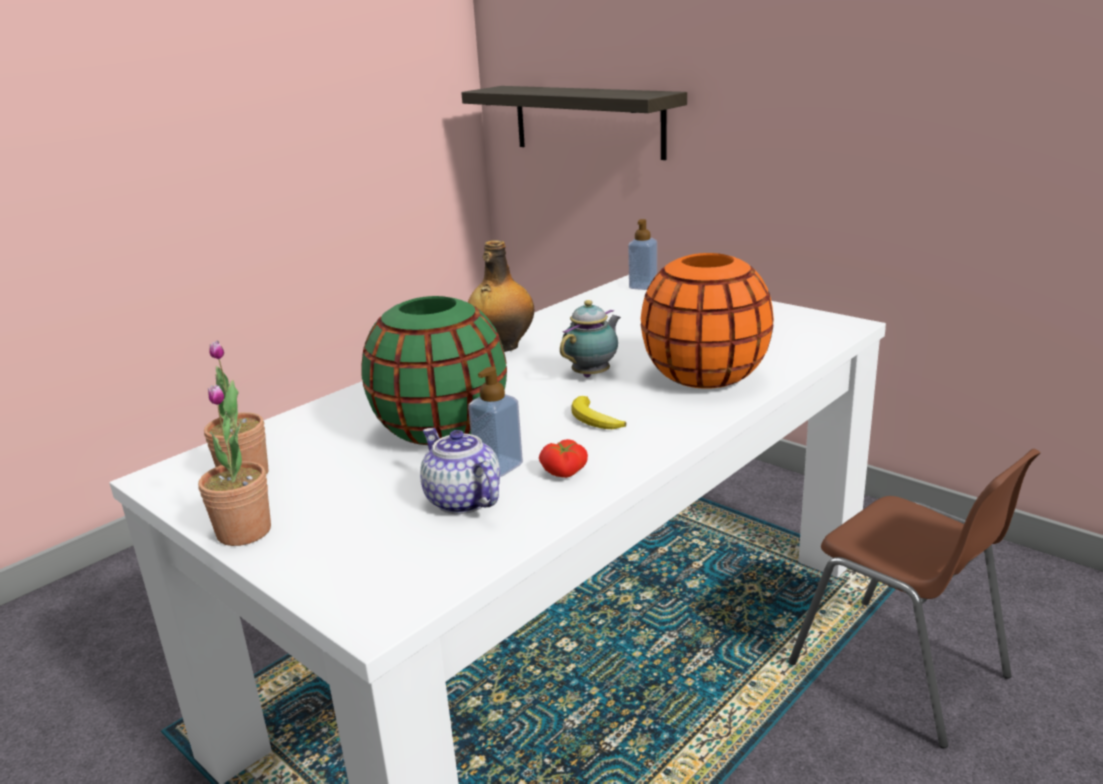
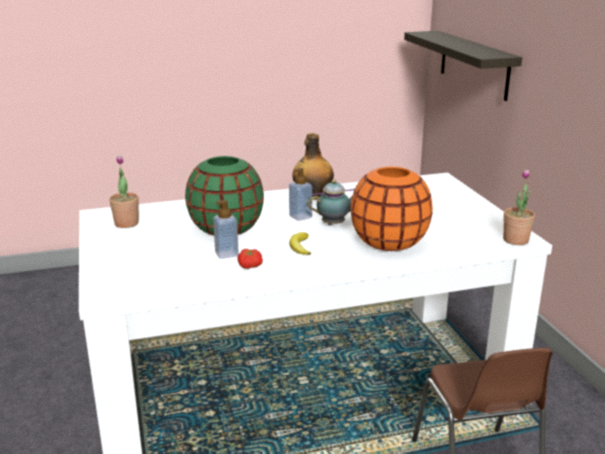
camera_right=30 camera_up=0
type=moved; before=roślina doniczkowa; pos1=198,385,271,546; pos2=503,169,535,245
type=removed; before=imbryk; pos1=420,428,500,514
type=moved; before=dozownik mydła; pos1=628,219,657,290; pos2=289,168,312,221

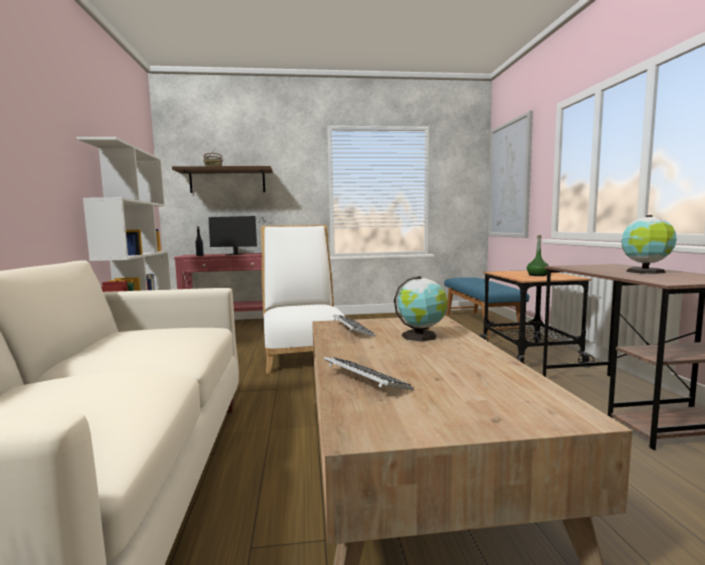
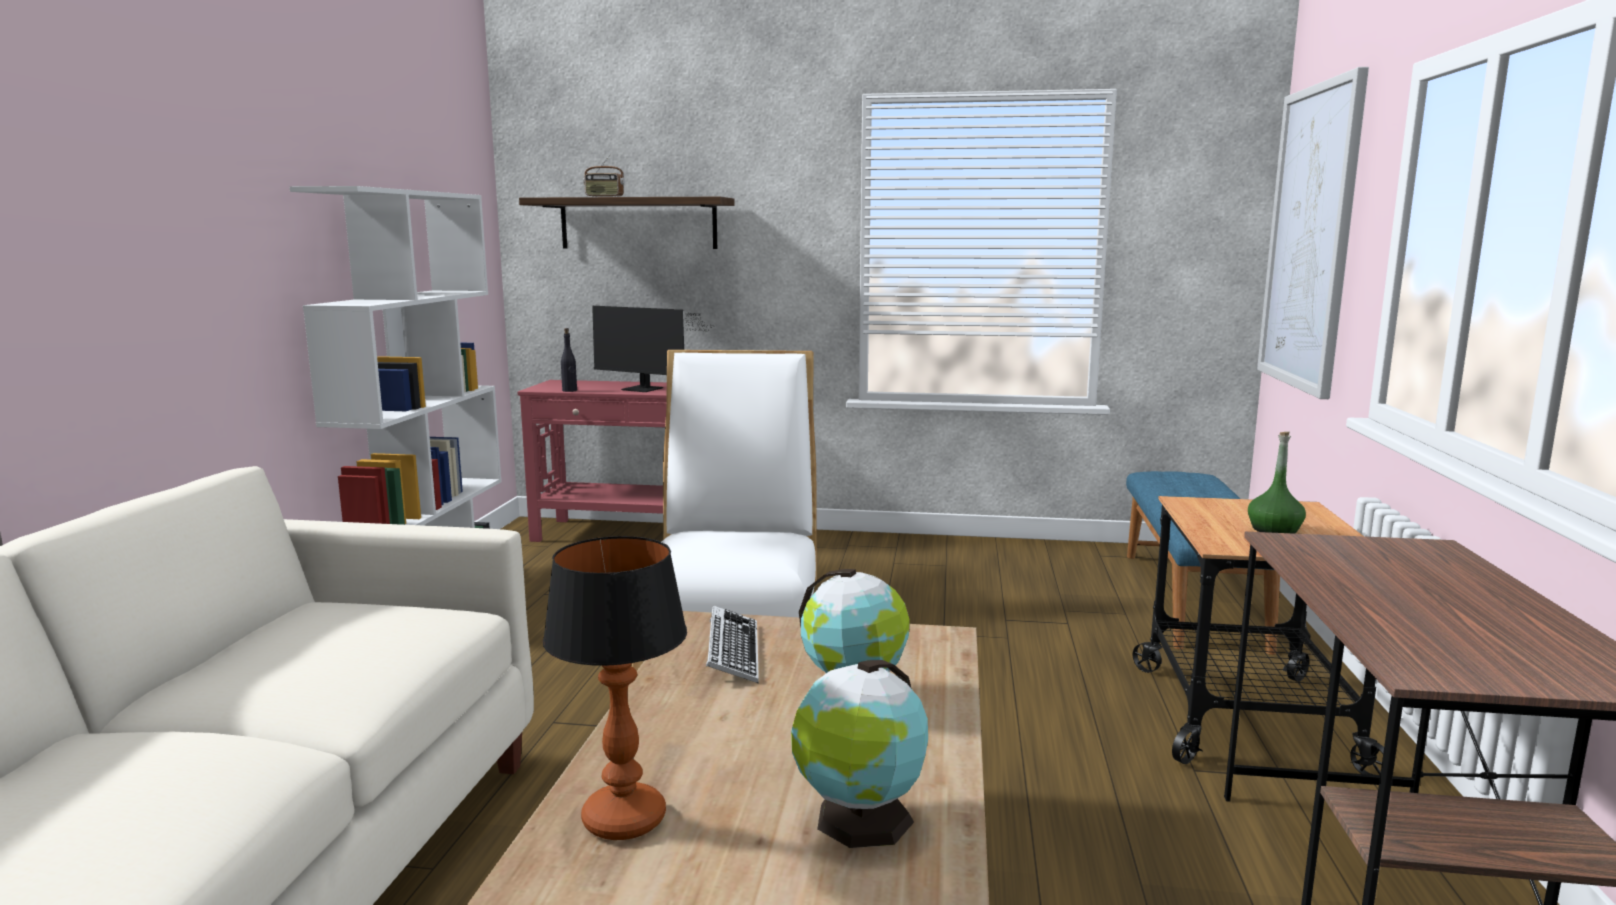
camera_right=15 camera_up=5
type=replaced; before=klawiatura; after=lampa stołowa; pos1=324,357,414,391; pos2=543,536,687,840
type=moved; before=globus; pos1=621,215,677,274; pos2=791,660,928,848

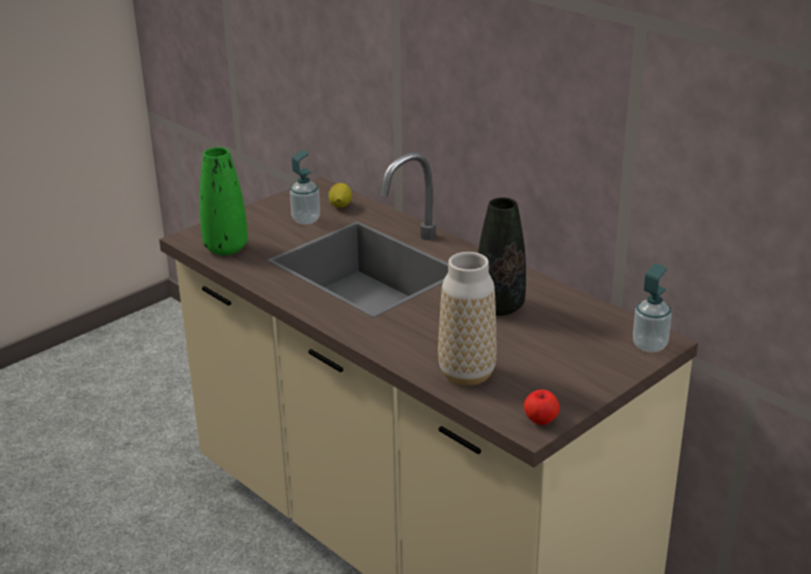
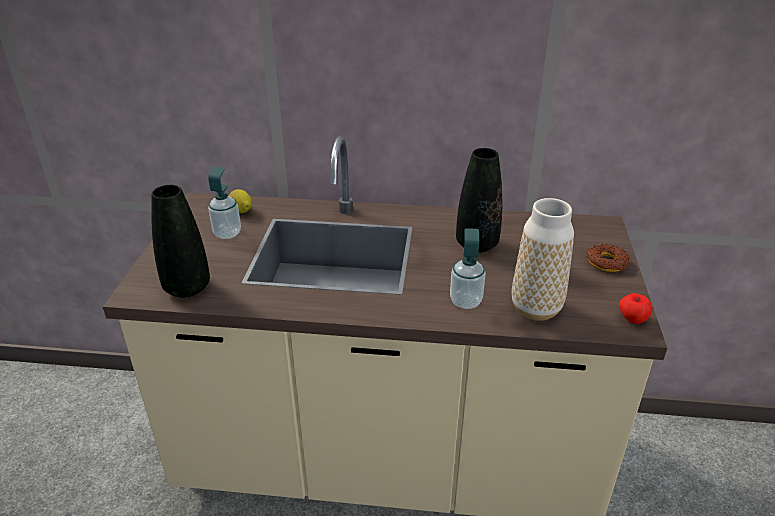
camera_right=-40 camera_up=5
type=recoloured; before=wazon (zielony); after=wazon (czarny); pos1=200,147,248,255; pos2=151,185,210,298
type=moved; before=dozownik mydła; pos1=633,264,672,353; pos2=450,228,486,309
type=added; after=donut; pos2=586,244,630,272

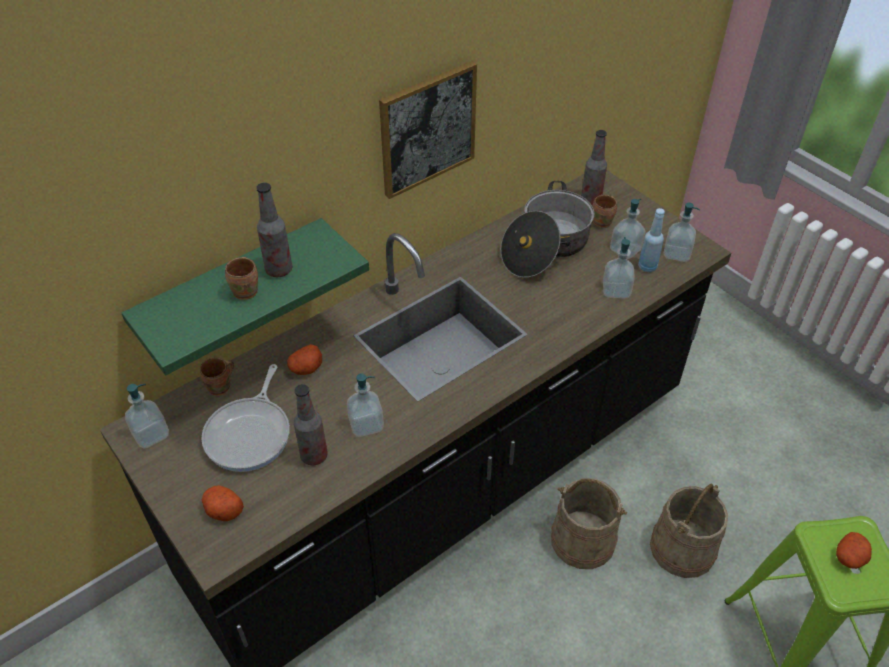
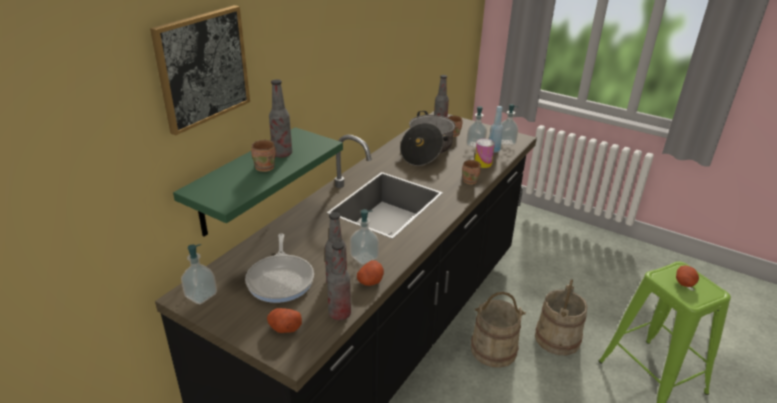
camera_right=-20 camera_up=-15
type=moved; before=kubek (brązowy); pos1=200,357,234,396; pos2=462,160,481,185
type=moved; before=ziemniak; pos1=287,344,322,375; pos2=357,260,384,286
type=moved; before=obraz; pos1=379,61,477,199; pos2=150,5,250,135
type=replaced; before=dozownik mydła; after=puszka; pos1=603,237,635,299; pos2=475,139,495,168
type=added; after=butelka; pos2=327,242,351,320

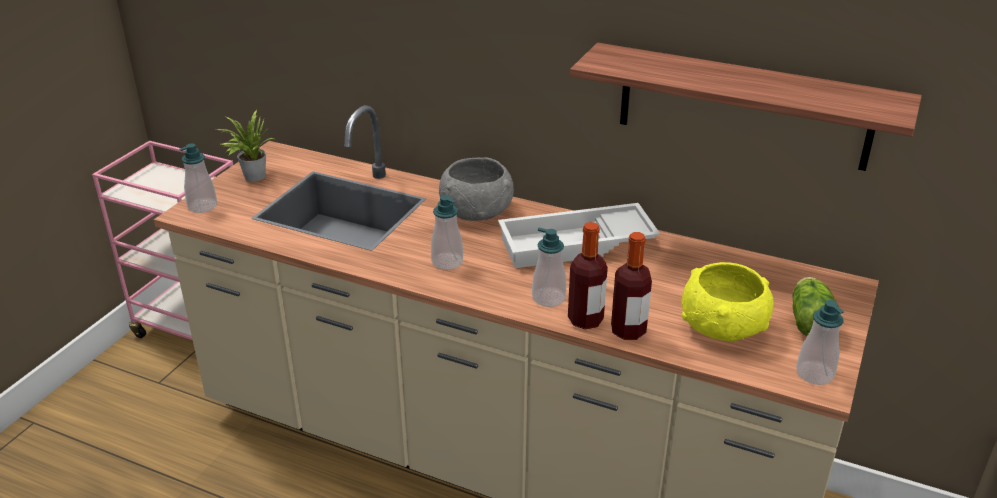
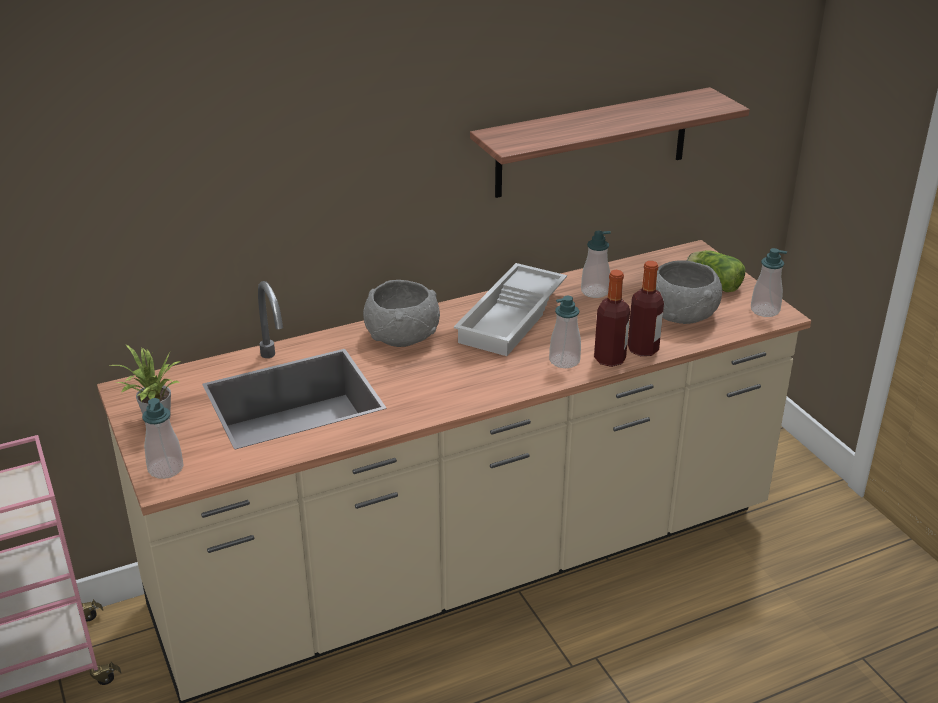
camera_right=-50 camera_up=0
type=moved; before=dozownik mydła; pos1=431,195,463,270; pos2=581,231,611,298
type=recoloured; before=miska (żółty); after=miska (szary); pos1=681,262,774,341; pos2=656,260,722,324

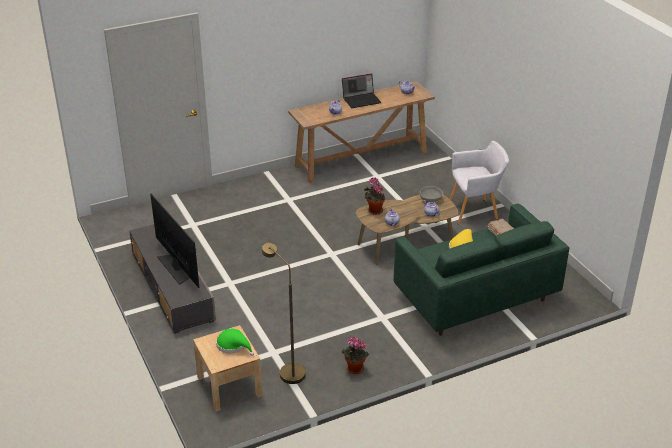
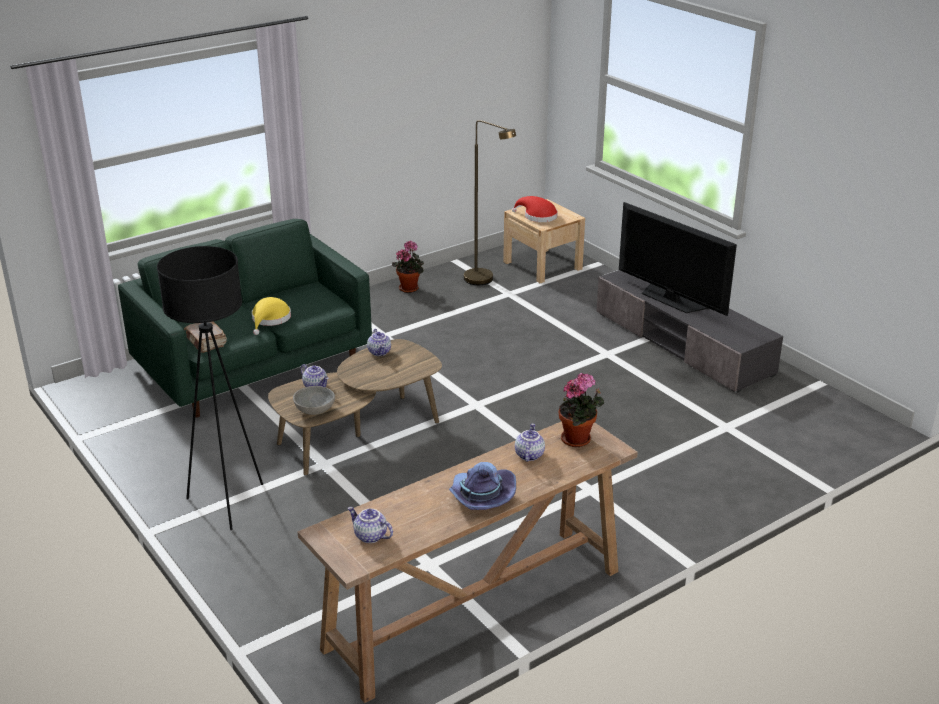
camera_right=170 camera_up=-5
type=recoloured; before=kapelusz (zielony); after=kapelusz (czerwony); pos1=216,329,254,356; pos2=512,196,558,222
type=replaced; before=laptop; after=kapelusz (fioletowy); pos1=342,73,381,108; pos2=449,462,516,510
type=moved; before=roślina doniczkowa; pos1=364,178,385,215; pos2=559,373,604,447
type=replaced; before=fotel (szary); after=lampa stojąca (czarny); pos1=450,141,509,225; pos2=157,246,263,530

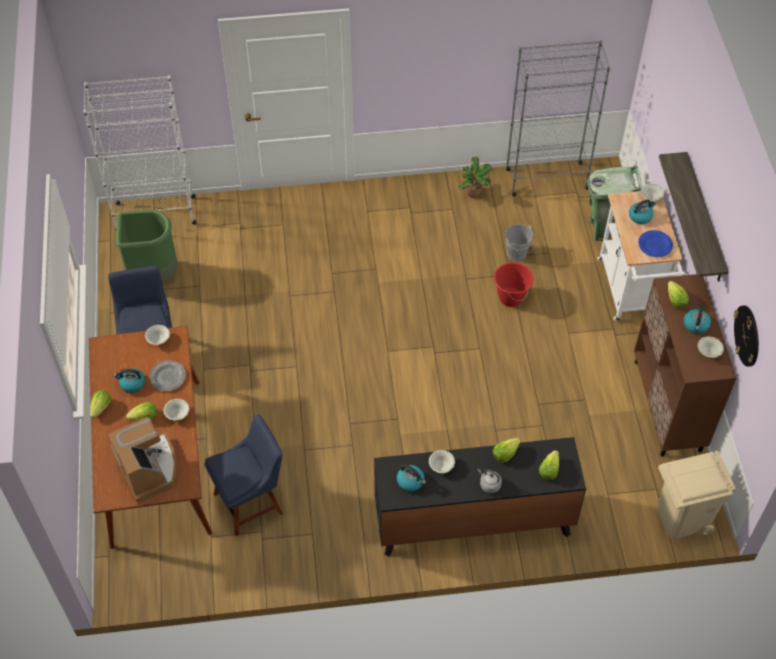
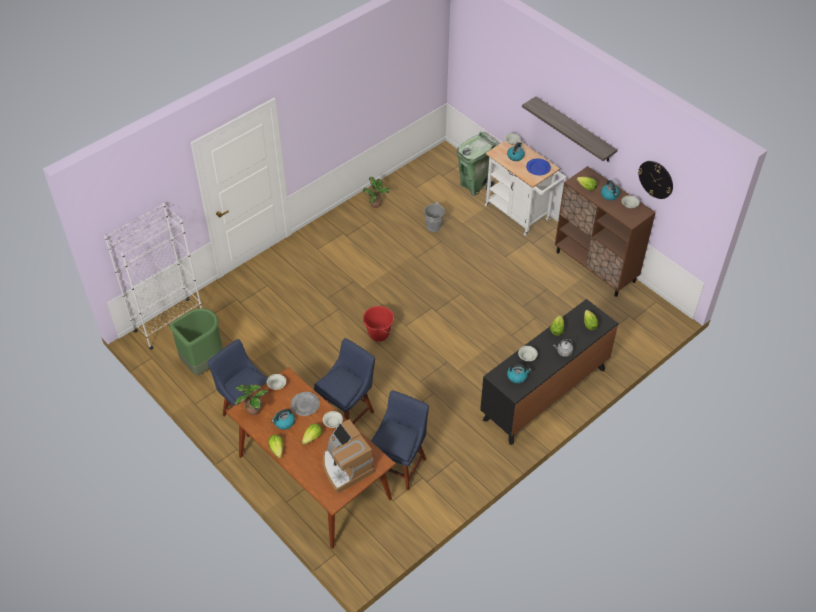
camera_right=-35 camera_up=-5
type=turned; before=ekspres do kawy; pos1=108,417,177,504; pos2=323,419,374,493; turn=-150
type=moved; before=wiadro (czerwony); pos1=494,262,534,307; pos2=363,306,394,342
type=removed; before=regał (szary); pos1=506,40,610,196
type=removed; before=kosz na śmieci (beżowy); pos1=657,451,736,539
type=added; after=roślina doniczkowa; pos2=235,384,268,415
type=added; after=krzesło (niebieski); pos2=314,338,375,424

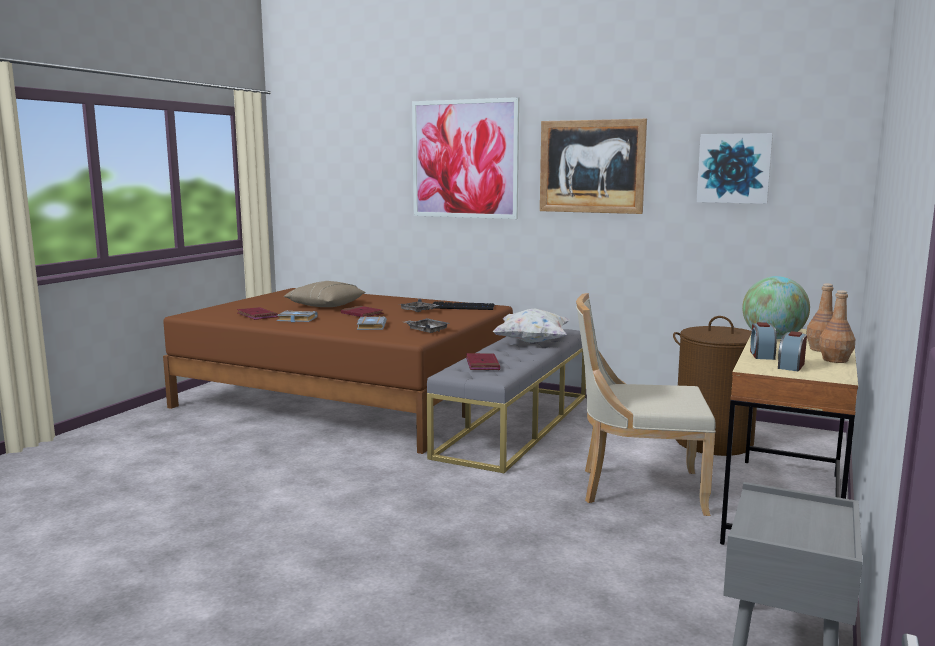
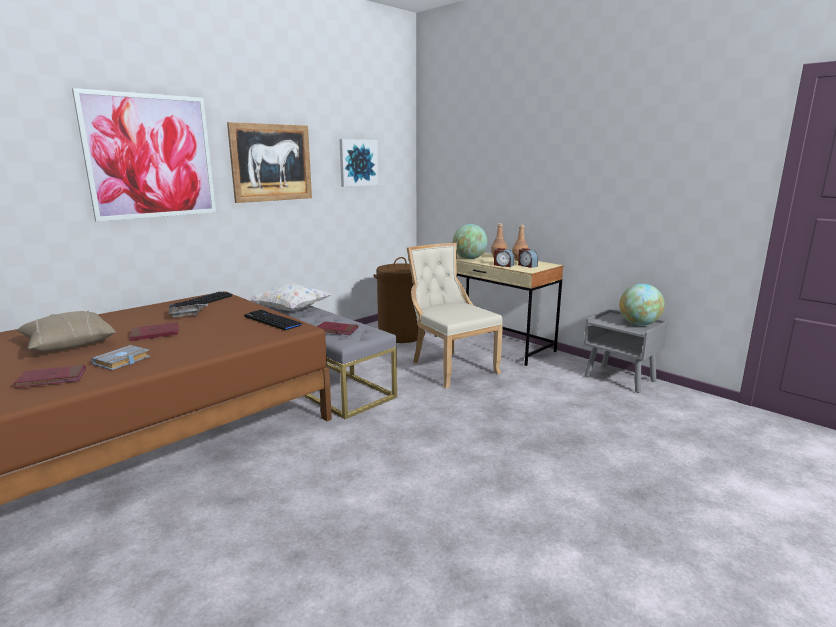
camera_right=-70 camera_up=5
type=removed; before=książka (szary); pos1=357,316,387,330
type=replaced; before=taca (szary); after=klawiatura; pos1=405,318,450,333; pos2=244,310,303,331
type=turned; before=krzesło (beżowy); pos1=576,293,716,516; pos2=407,243,503,388; turn=120
type=added; after=globus; pos2=619,284,665,326

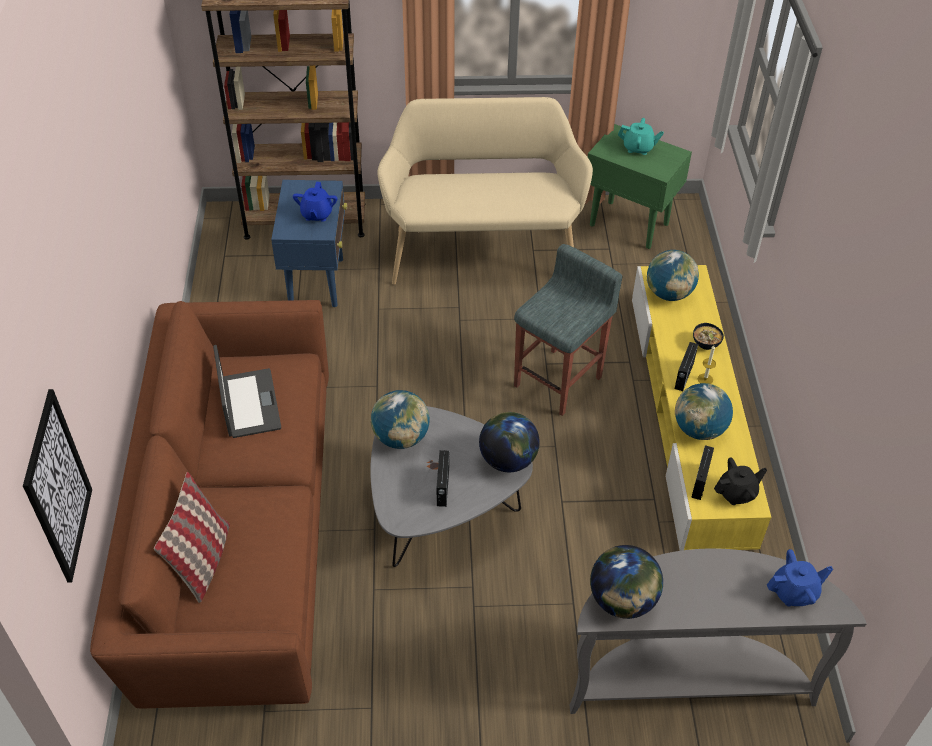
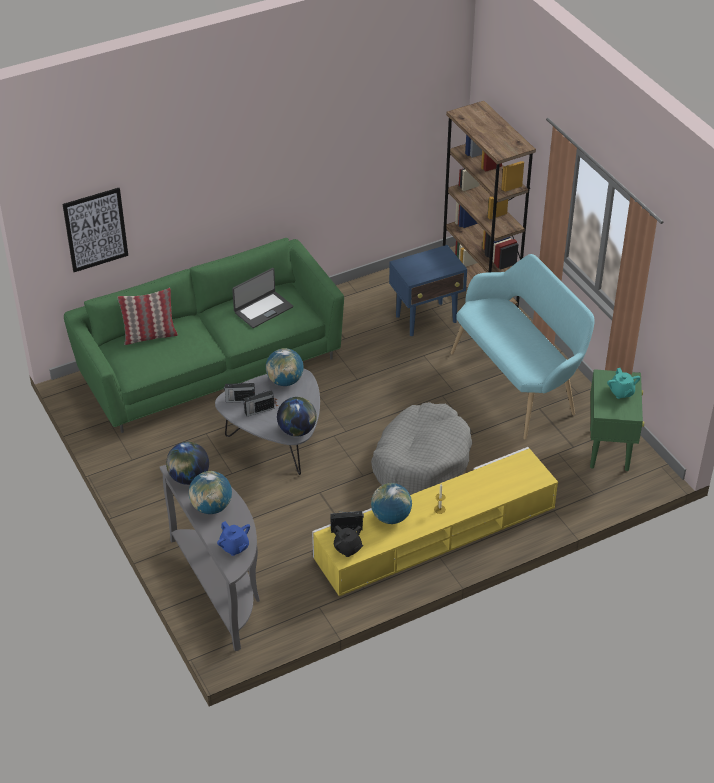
camera_right=65 camera_up=-5
type=recoloured; before=kanapa (brązowy); after=kanapa (zielony); pos1=90,300,329,708; pos2=64,238,344,433
type=removed; before=imbryk (niebieski); pos1=293,182,338,222
type=recoloured; before=ławka (beżowy); after=ławka (turkusowy); pos1=377,97,593,285; pos2=451,254,594,440
type=replaced; before=stołek (szary); after=legowisko (szary); pos1=514,244,623,416; pos2=371,402,472,495
type=moved; before=globus; pos1=647,250,699,301; pos2=189,471,232,514
type=moved; before=radio; pos1=675,342,698,391; pos2=224,381,255,403
type=removed; before=miska; pos1=693,323,724,350

